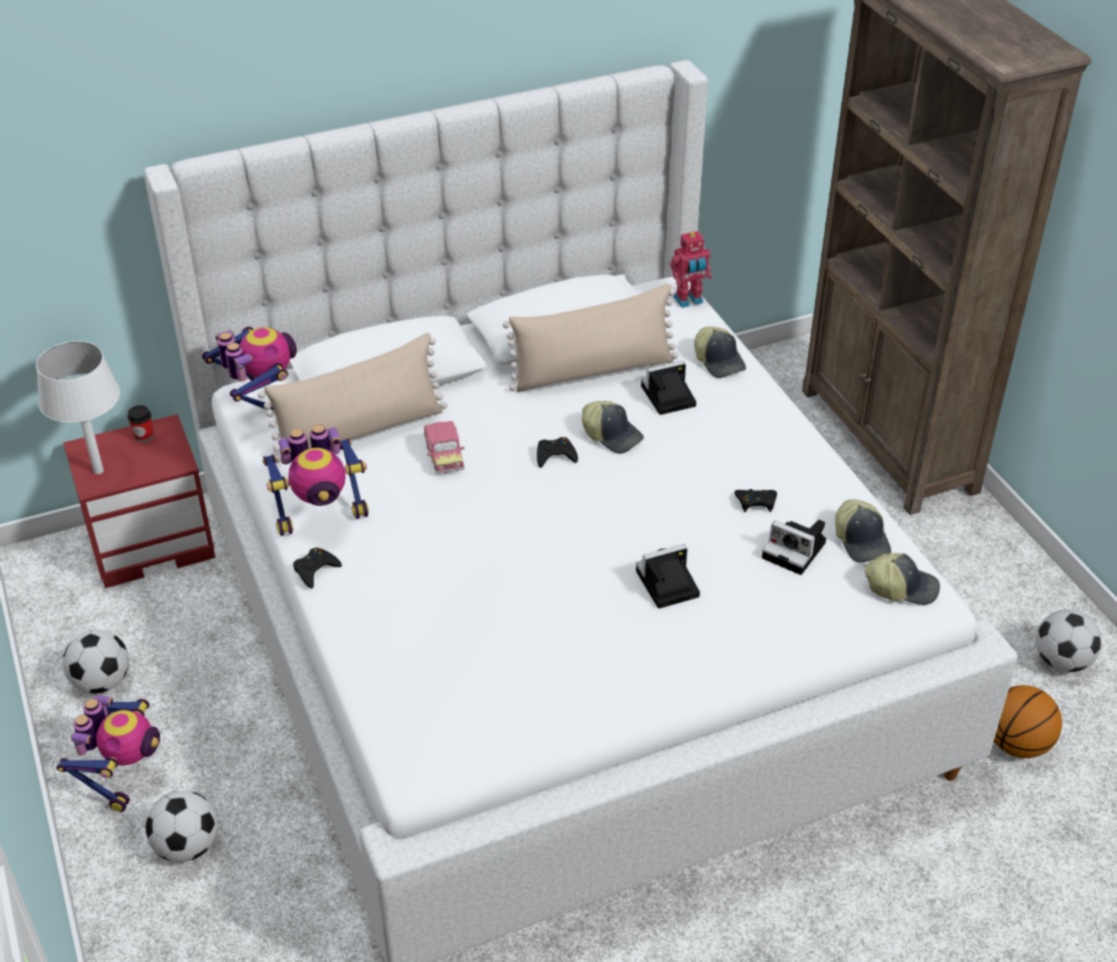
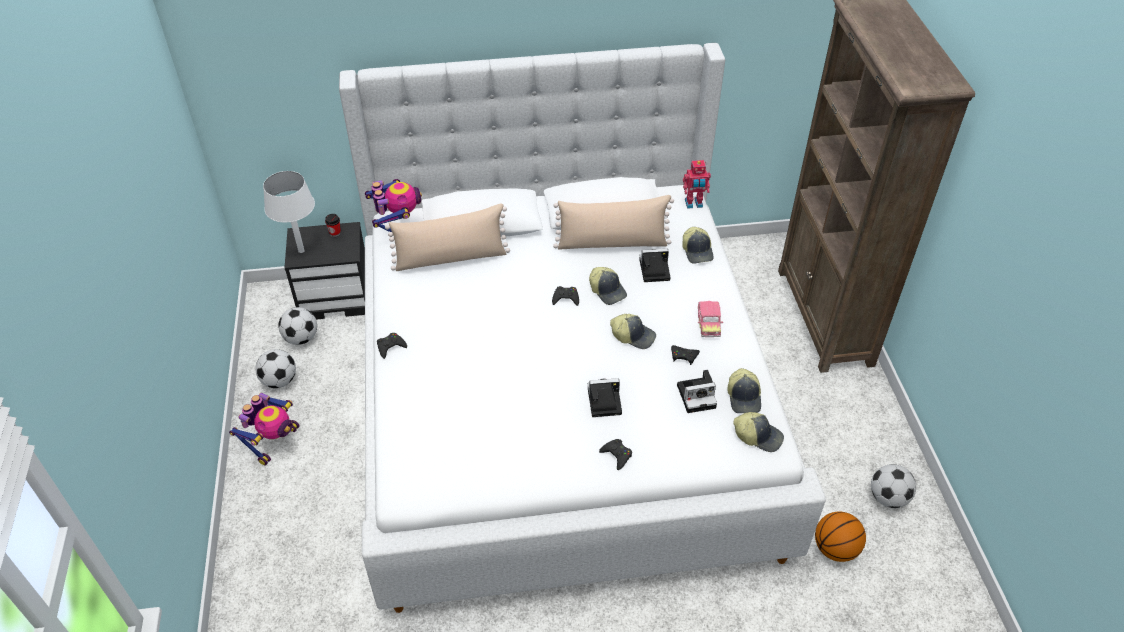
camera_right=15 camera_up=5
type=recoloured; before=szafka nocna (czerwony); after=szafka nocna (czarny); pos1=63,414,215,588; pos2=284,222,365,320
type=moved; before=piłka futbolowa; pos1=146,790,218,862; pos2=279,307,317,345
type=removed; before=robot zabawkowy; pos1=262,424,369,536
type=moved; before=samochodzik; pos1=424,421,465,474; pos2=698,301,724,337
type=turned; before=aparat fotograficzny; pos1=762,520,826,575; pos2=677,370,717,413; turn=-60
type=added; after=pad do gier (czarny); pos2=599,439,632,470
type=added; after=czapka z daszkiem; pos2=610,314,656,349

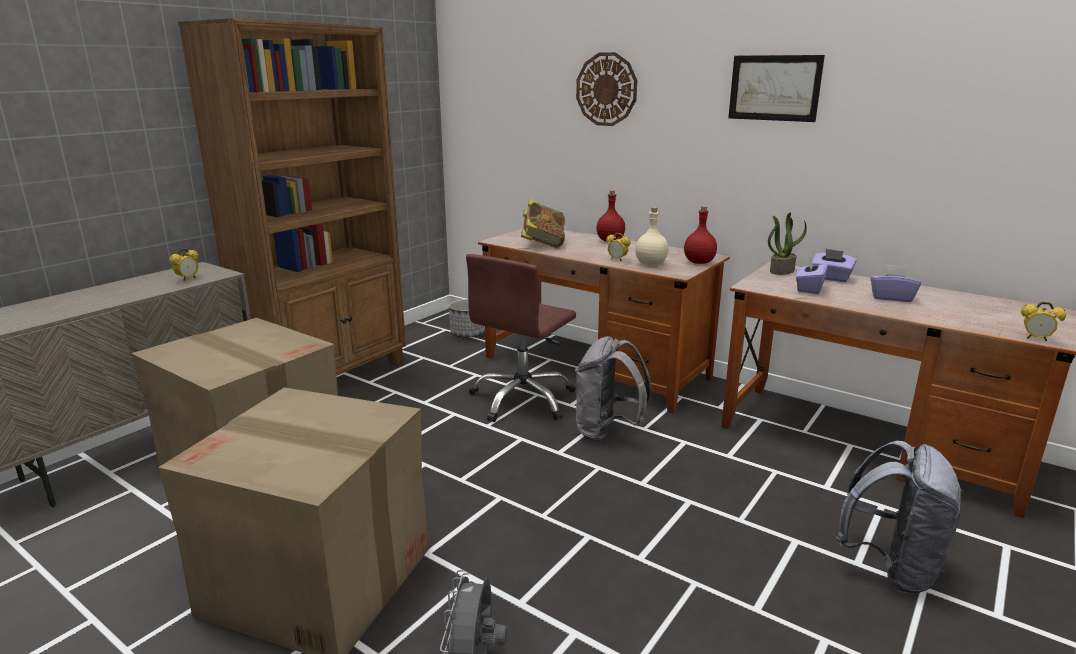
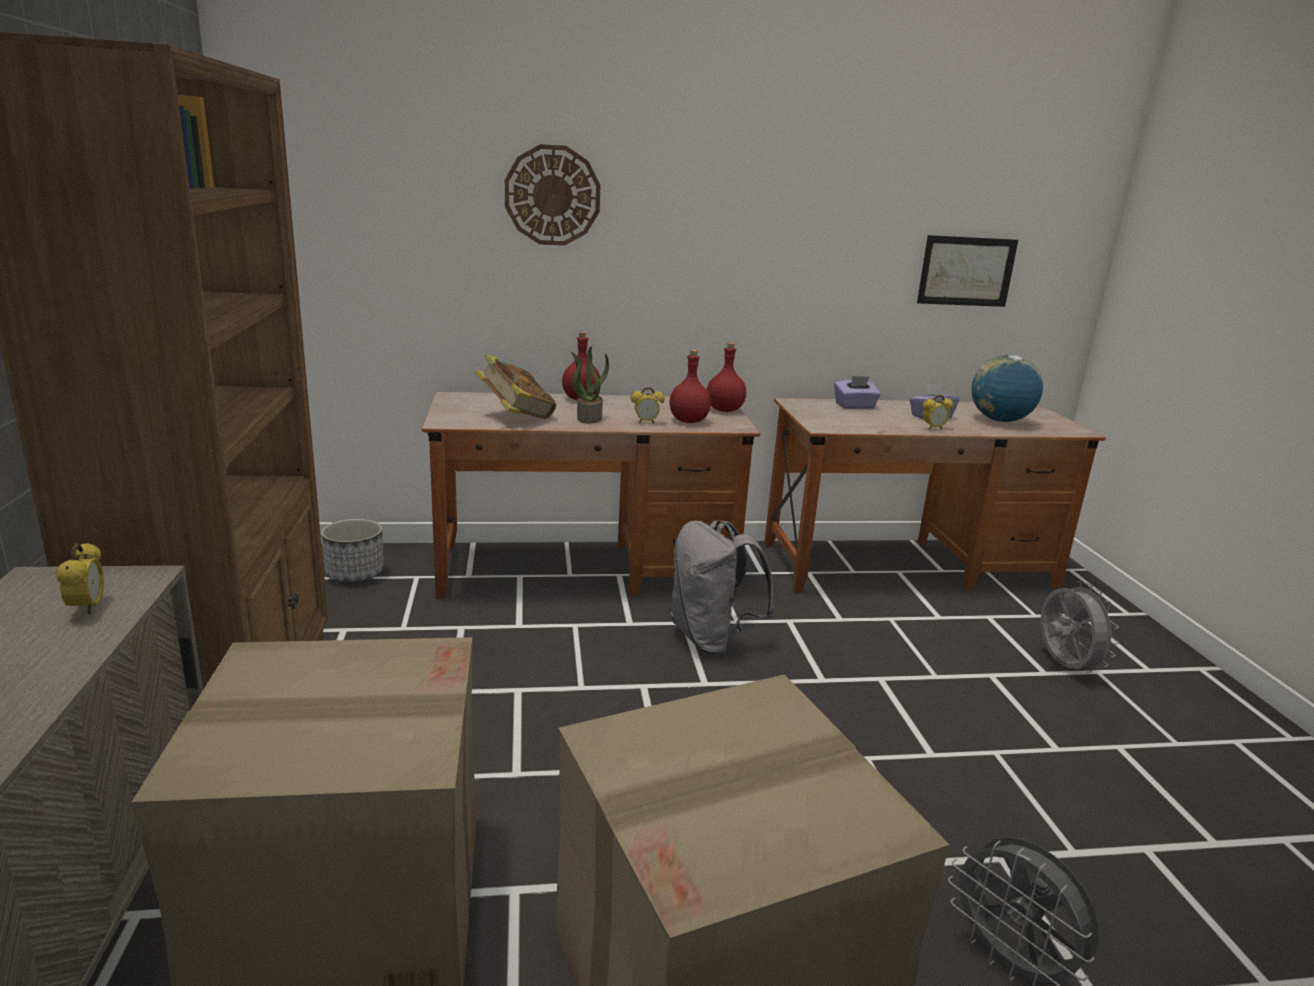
camera_right=-45 camera_up=0
type=removed; before=krzesło biurowe (brązowy); pos1=466,254,576,422
type=recoloured; before=butelka (beżowy); after=butelka (czerwony); pos1=635,207,668,266; pos2=670,350,711,423
type=moved; before=obraz; pos1=728,55,825,122; pos2=917,235,1018,307
type=moved; before=roślina doniczkowa; pos1=768,213,807,275; pos2=571,346,609,424
type=removed; before=pudełko chusteczek (fioletowy); pos1=796,257,828,294
type=replaced; before=plecak (szary); after=wentylator (szary); pos1=836,441,963,594; pos2=1040,581,1119,673
type=moved; before=budzik; pos1=1021,302,1066,341; pos2=923,395,953,430
type=added; after=globus; pos2=971,355,1043,422

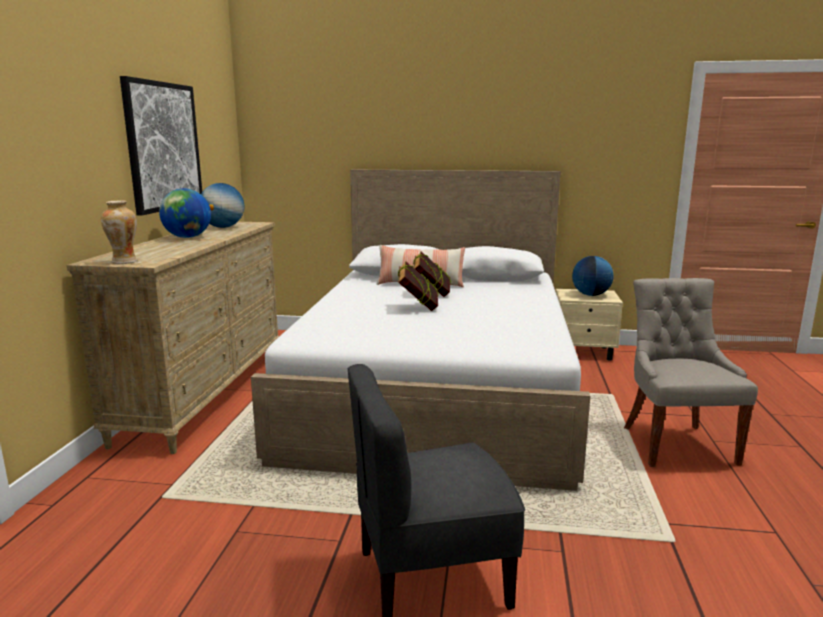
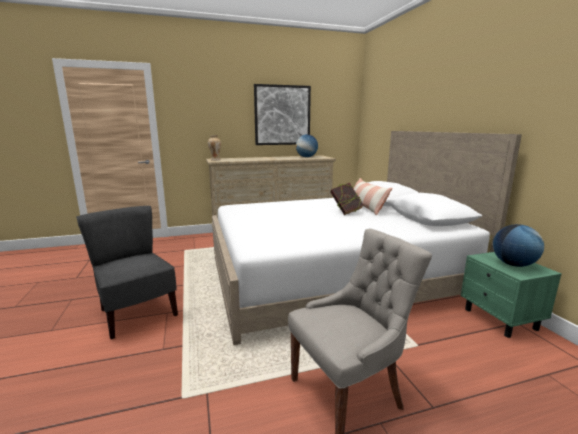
camera_right=65 camera_up=0
type=removed; before=globus; pos1=159,188,211,238
type=removed; before=książka; pos1=398,261,439,311
type=recoloured; before=szafka nocna (beżowy); after=szafka nocna (zielony); pos1=556,289,623,361; pos2=461,252,562,338

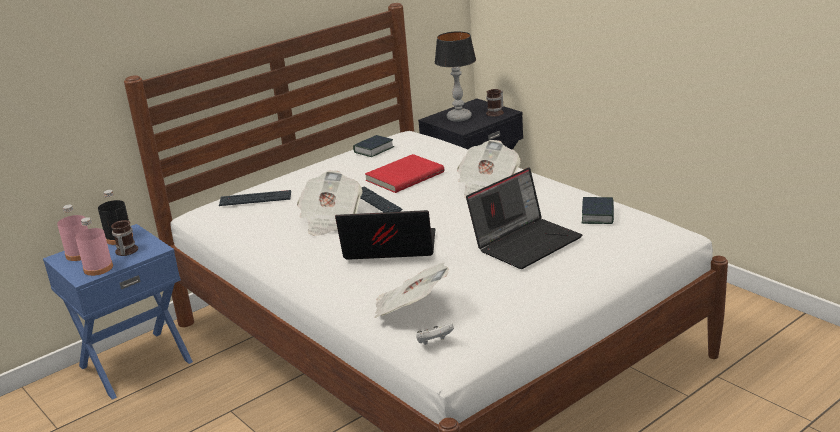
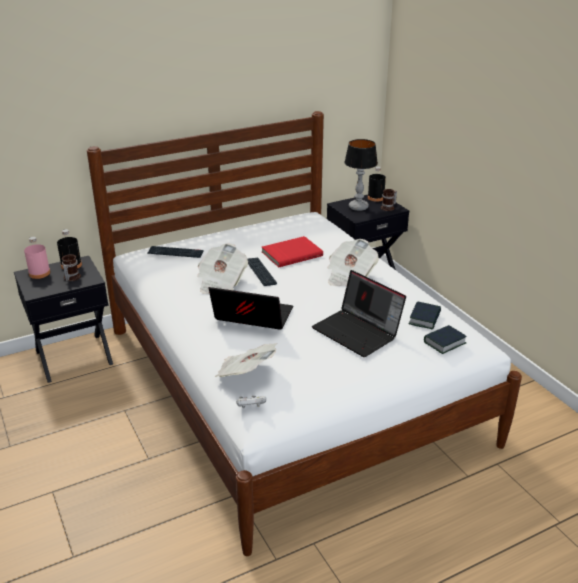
camera_right=10 camera_up=5
type=recoloured; before=szafka nocna (niebieski); after=szafka nocna (czarny); pos1=43,224,193,400; pos2=14,256,113,383
type=removed; before=butelka (różowy); pos1=75,217,113,276
type=moved; before=książka; pos1=353,135,395,157; pos2=424,325,467,354
type=turned; before=laptop; pos1=466,167,582,269; pos2=312,270,406,357; turn=75
type=added; after=butelka (czarny); pos2=368,167,386,202

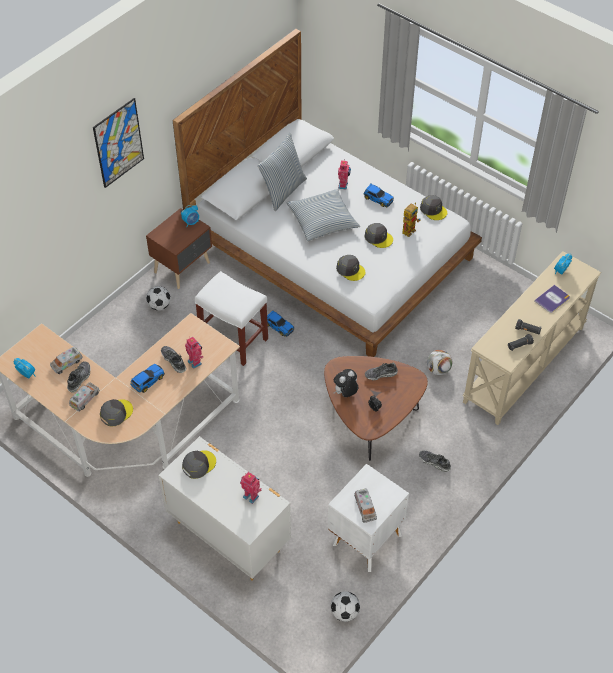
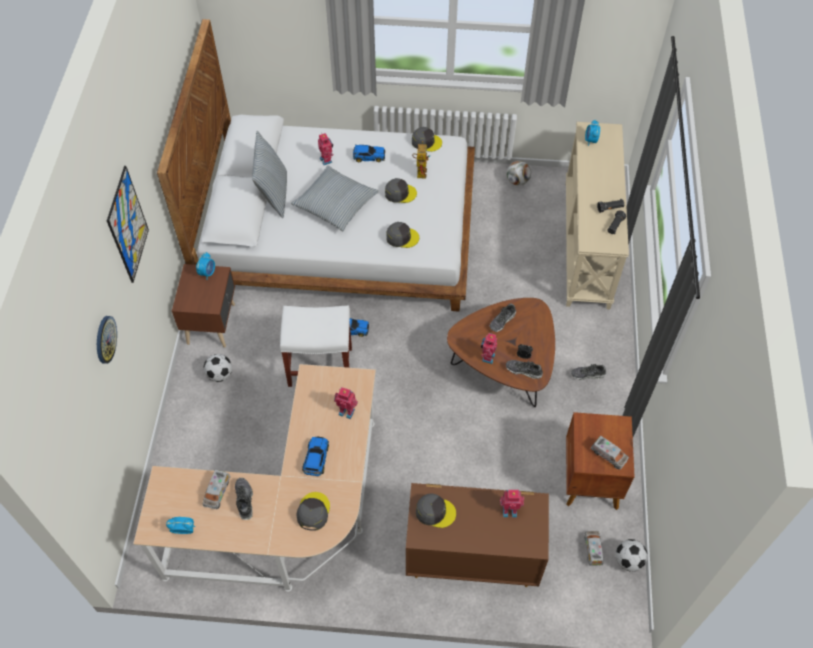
camera_right=-35 camera_up=5
type=moved; before=ciężarówka zabawkowa; pos1=69,382,100,412; pos2=584,531,604,566
type=recoloured; before=komoda (biały); after=komoda (brązowy); pos1=158,436,291,580; pos2=406,483,549,587
type=moved; before=but; pos1=161,346,186,373; pos2=506,360,543,379
type=turned; before=czapka z daszkiem (szary); pos1=182,450,216,479; pos2=416,493,456,528; turn=90
type=recoloured; before=szafka nocna (biały); after=szafka nocna (brązowy); pos1=328,464,409,572; pos2=566,412,635,510
type=replaced; before=pluszak; after=robot zabawkowy; pos1=334,369,358,397; pos2=481,333,497,364
type=moved; before=piłka futbolowa; pos1=427,350,452,375; pos2=506,161,531,186
type=removed; before=książka; pos1=534,285,570,313
type=added; after=zegar ścienny; pos2=97,316,117,364

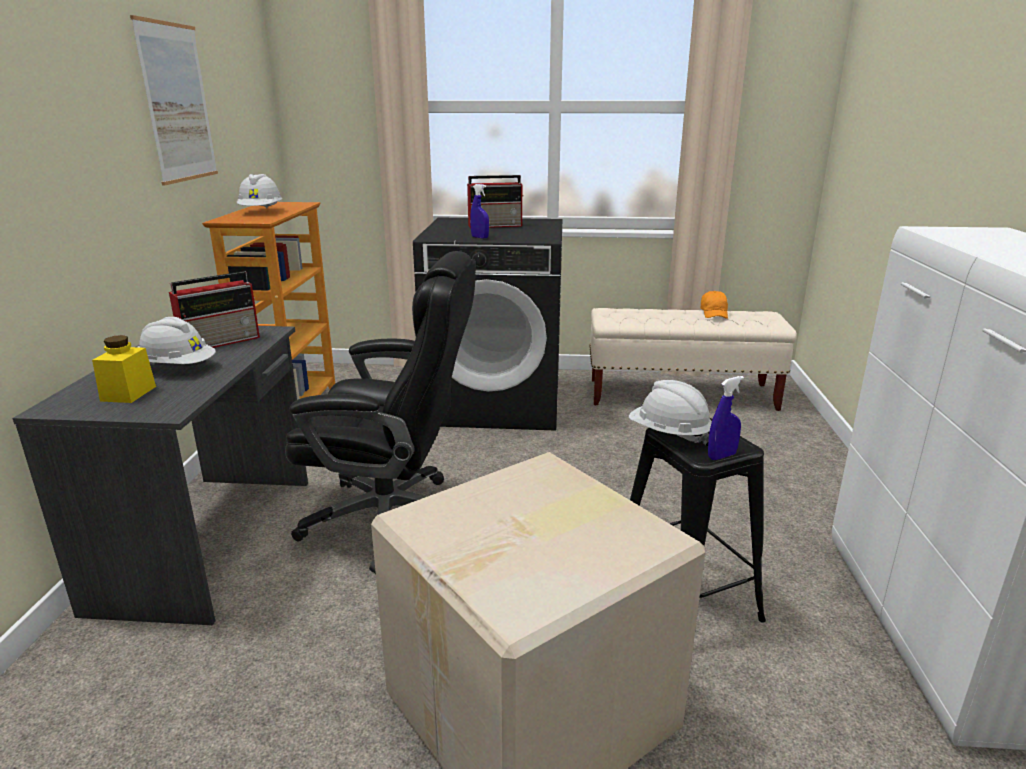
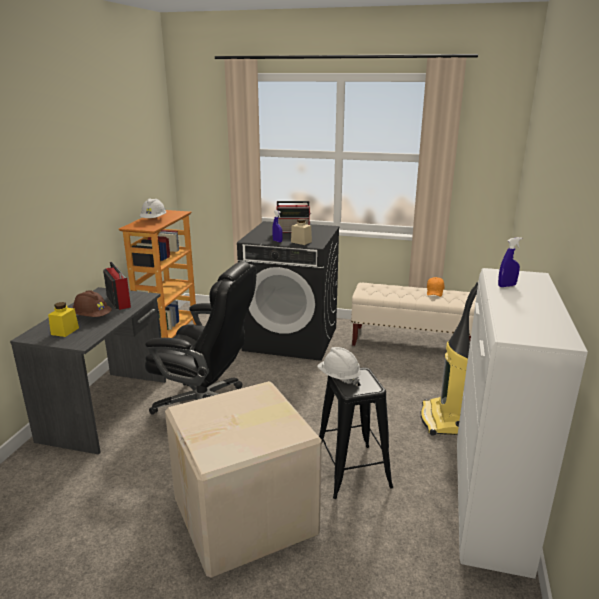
camera_right=10 camera_up=0
type=removed; before=obraz; pos1=130,15,218,186
type=recoloured; before=kask (biały); after=kask (brązowy); pos1=138,317,216,365; pos2=73,290,112,317
type=turned; before=radio; pos1=169,271,260,348; pos2=103,262,131,310; turn=-90
type=moved; before=spryskiwacz (niebieski); pos1=708,376,744,460; pos2=498,237,522,287
type=added; after=słoik (beżowy); pos2=291,218,312,245
type=added; after=odkurzacz; pos2=421,282,478,436

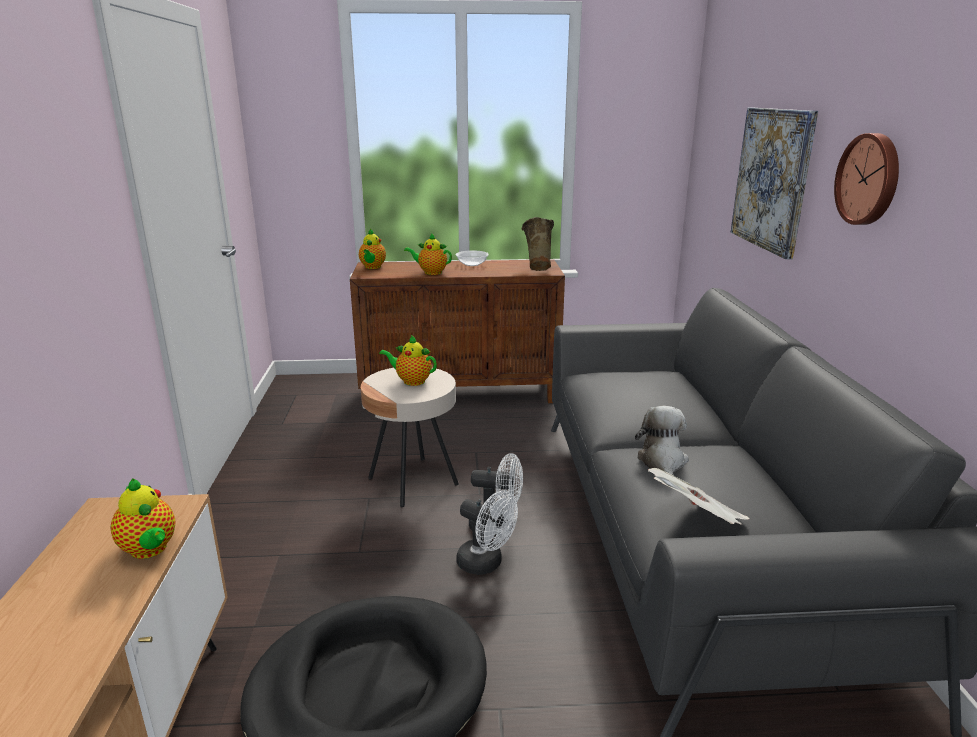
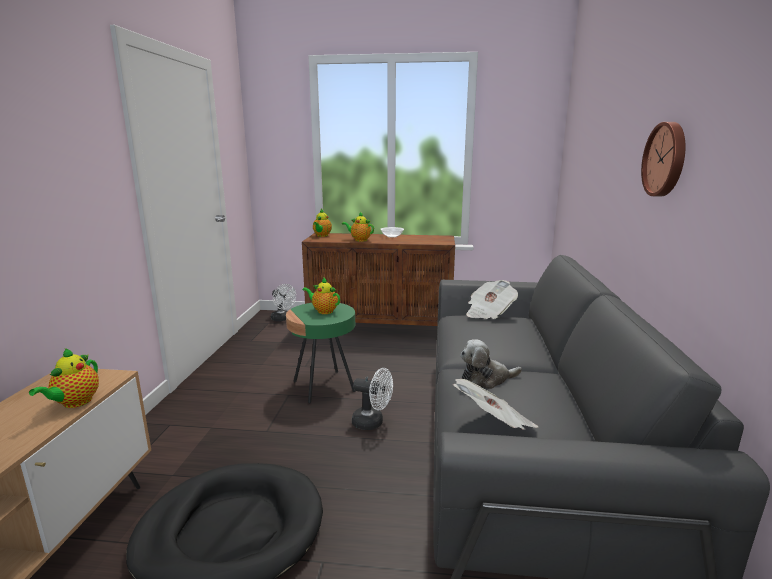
camera_right=10 camera_up=-5
type=turned; before=imbryk; pos1=111,479,175,559; pos2=29,348,99,408; turn=45
type=recoloured; before=stolik (beżowy); after=stolik (zielony); pos1=361,368,459,507; pos2=286,303,356,403
type=moved; before=wentylator (biały); pos1=457,491,518,575; pos2=271,284,296,321
type=removed; before=wazon (beżowy); pos1=522,217,554,271
type=turned; before=pluszak; pos1=635,406,689,476; pos2=460,339,522,389; turn=-120
type=removed; before=obraz; pos1=731,108,818,259
type=added; after=gazeta; pos2=466,280,518,319

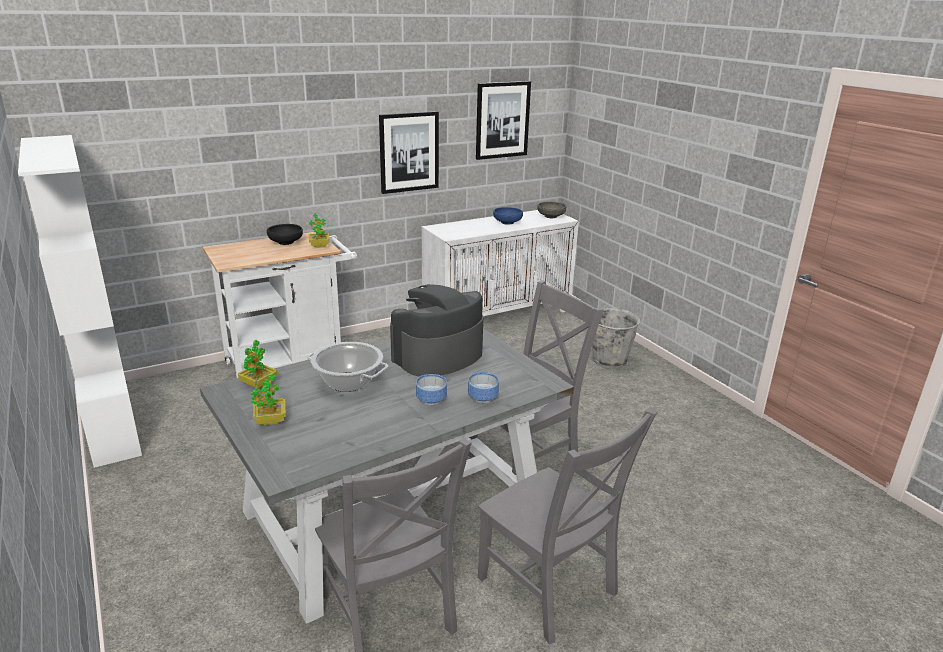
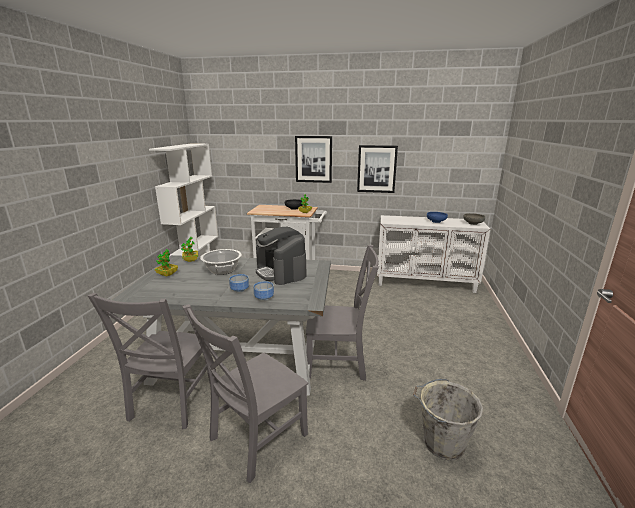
camera_right=40 camera_up=-5
type=turned; before=ekspres do kawy; pos1=390,284,483,377; pos2=256,227,307,285; turn=-120
type=moved; before=obraz; pos1=476,81,531,160; pos2=295,136,332,183
type=turned; before=krzesło (szary); pos1=477,408,658,644; pos2=182,304,308,483; turn=45
type=moved; before=wiadro (szary); pos1=592,308,640,368; pos2=413,379,483,461

